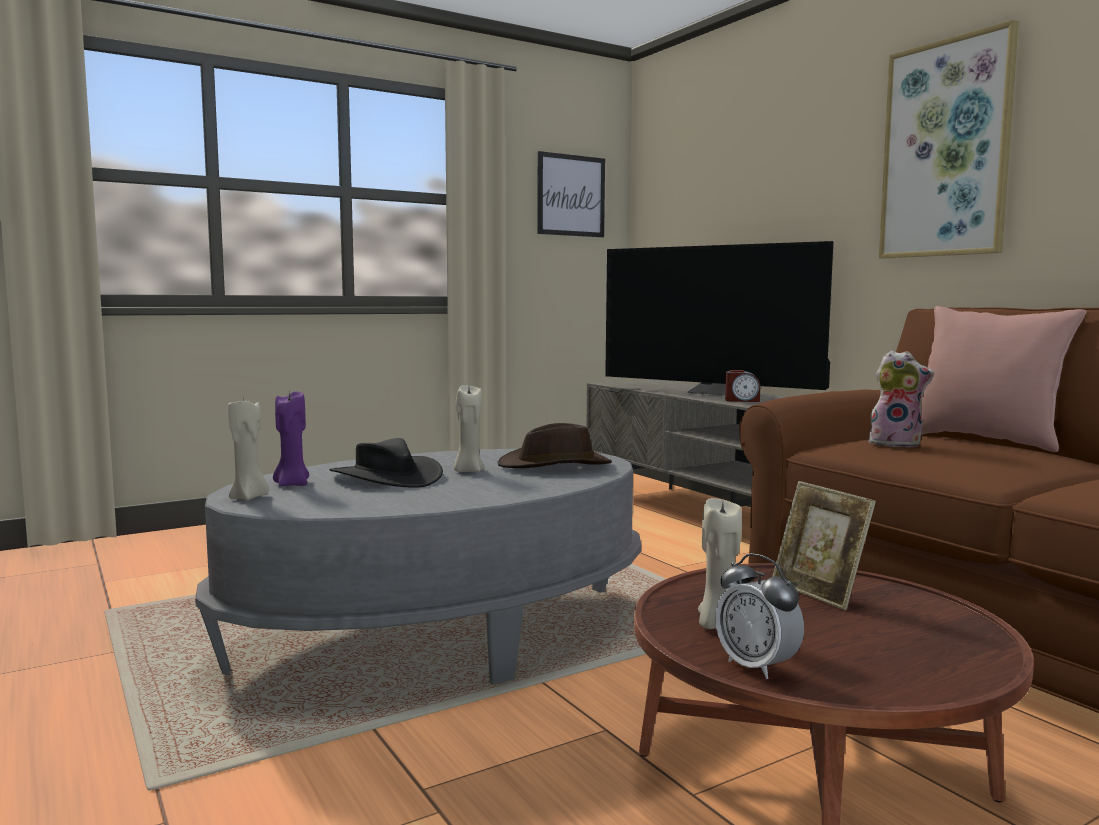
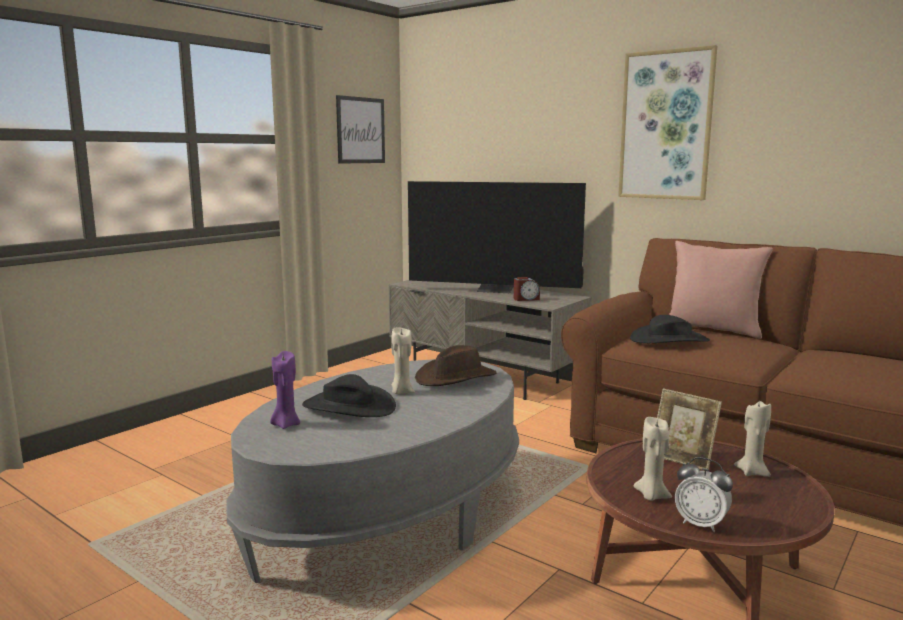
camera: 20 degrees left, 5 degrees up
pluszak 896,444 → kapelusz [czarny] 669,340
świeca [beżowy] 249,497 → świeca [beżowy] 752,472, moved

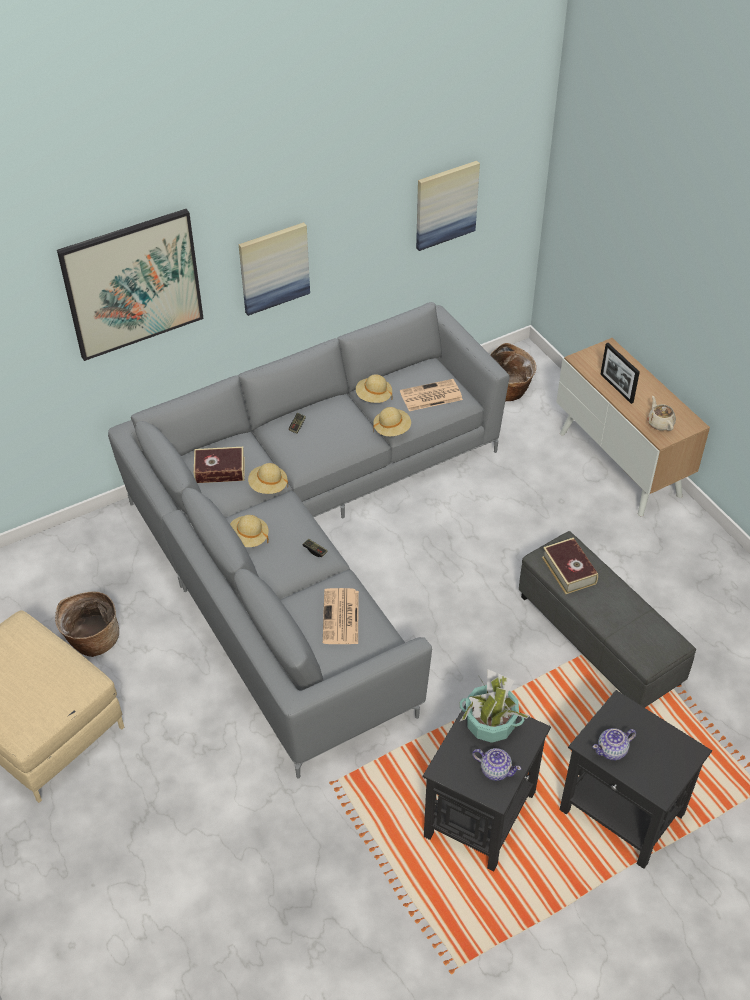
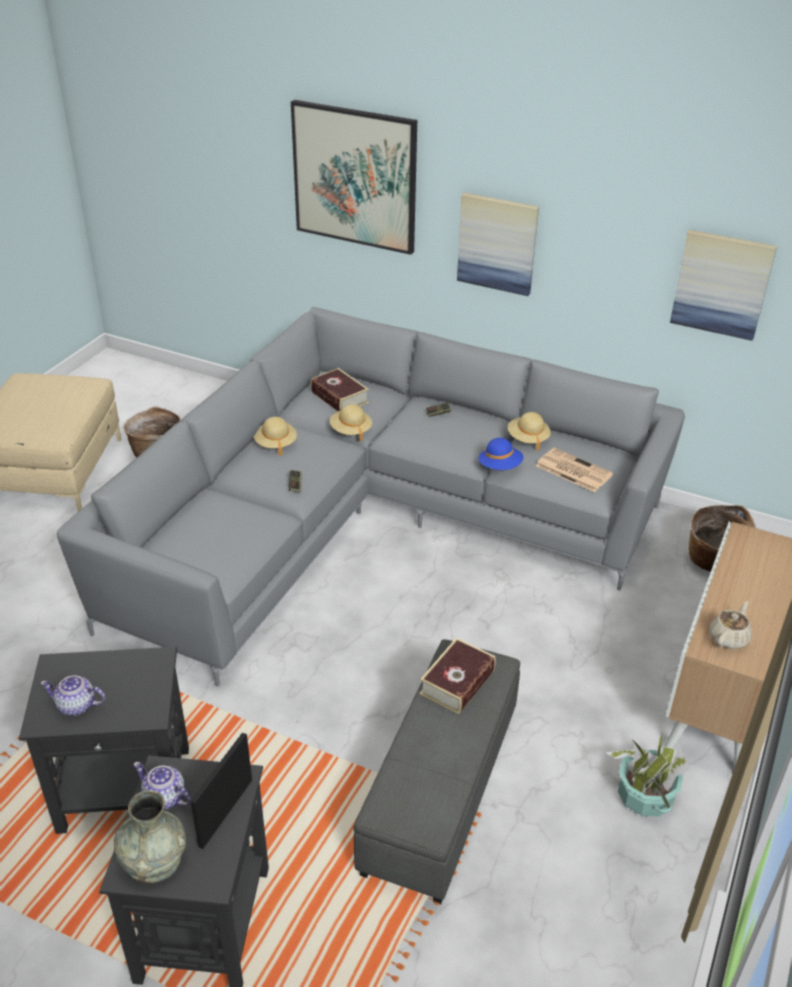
camera: 55 degrees right, 10 degrees down
imbryk 495,770 → imbryk 77,706, 105 degrees clockwise
- → wazon [szary] 153,858
ramka na zdjęcie 616,388 → ramka na zdjęcie 226,812, moved
kapelusz [beżowy] 392,429 → kapelusz [niebieski] 500,467
roślina doniczkowa 490,723 → roślina doniczkowa 645,796, moved
gazeta 341,618 → -

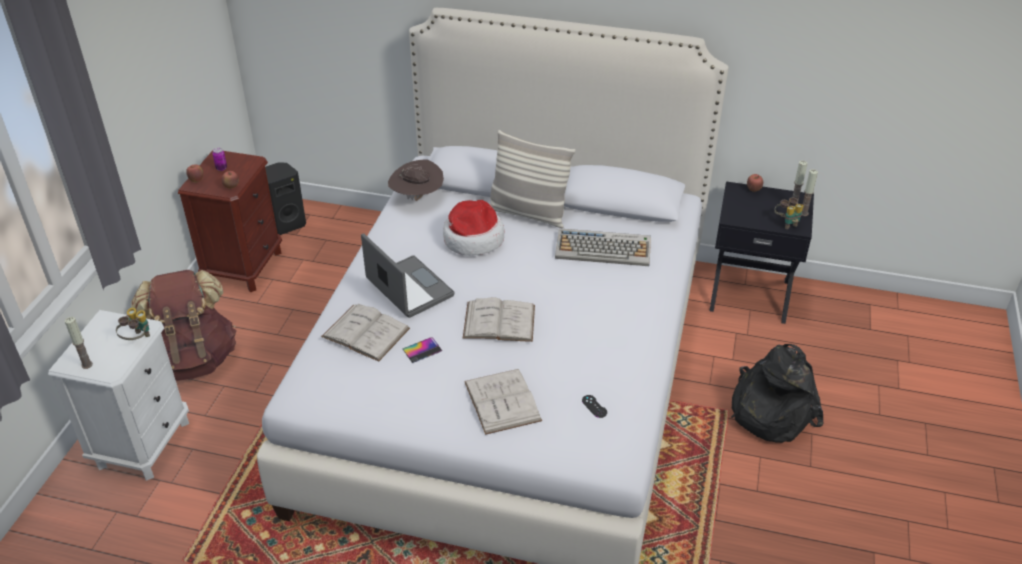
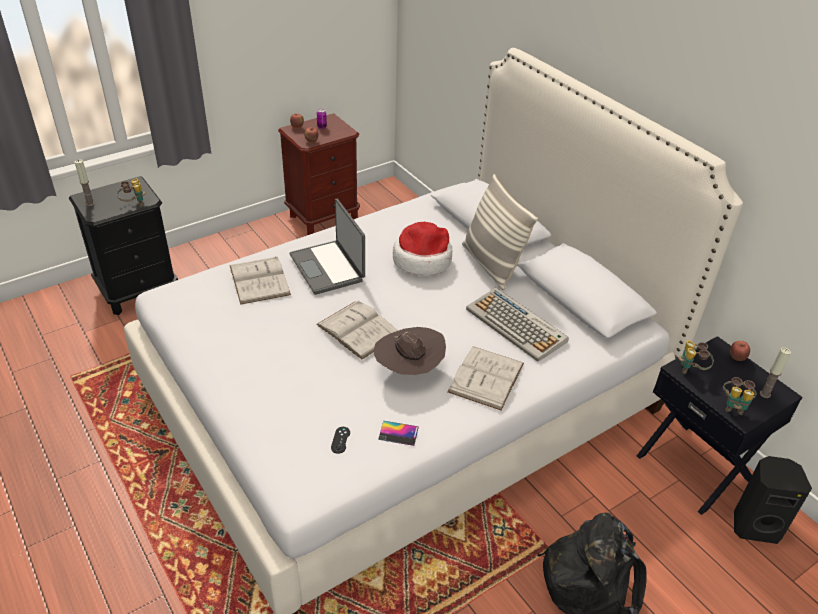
camera: 40 degrees right, 0 degrees up
szafka nocna [biały] 143,443 → szafka nocna [czarny] 139,291
laptop 408,289 → laptop 328,268, 150 degrees clockwise
kapelusz [brązowy] 417,198 → kapelusz [brązowy] 409,370, moved
telefon 422,350 → telefon 398,433, moved
książka [biały] 502,401 → książka [biały] 486,377, moved
- → lornetka 691,369
głośnik [czarny] 286,224 → głośnik [czarny] 755,525, moved
plecak [brązowy] 193,359 → -
świeca 803,213 → -

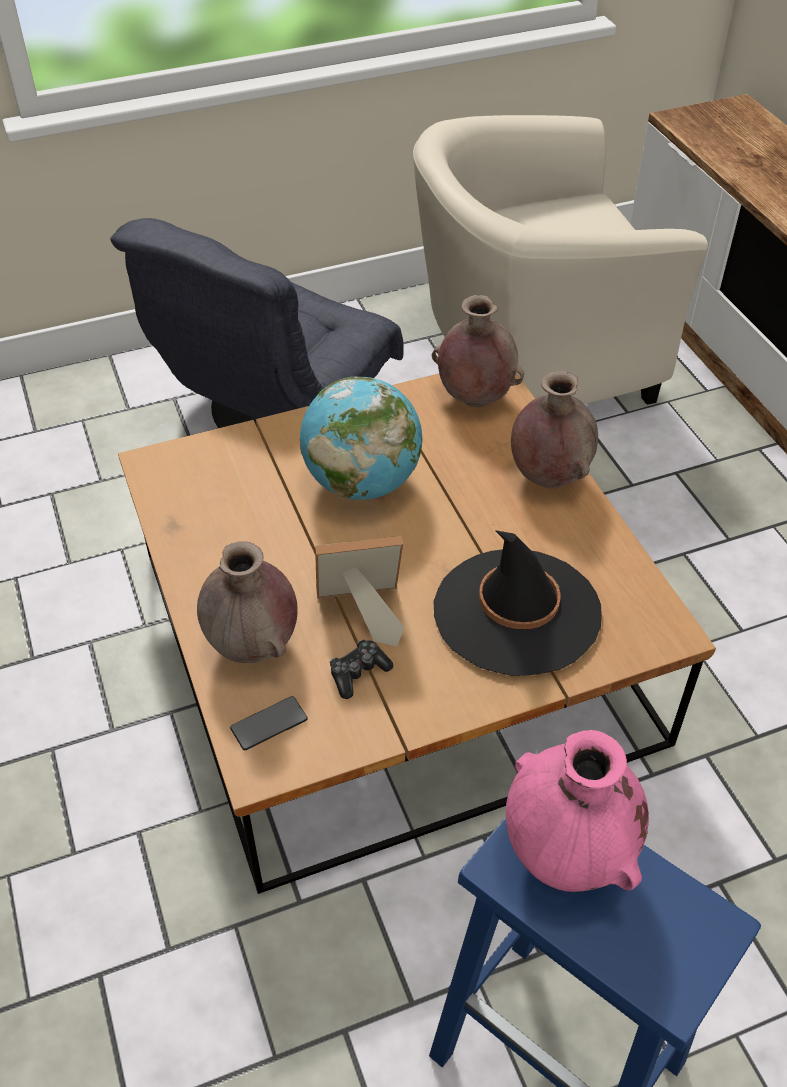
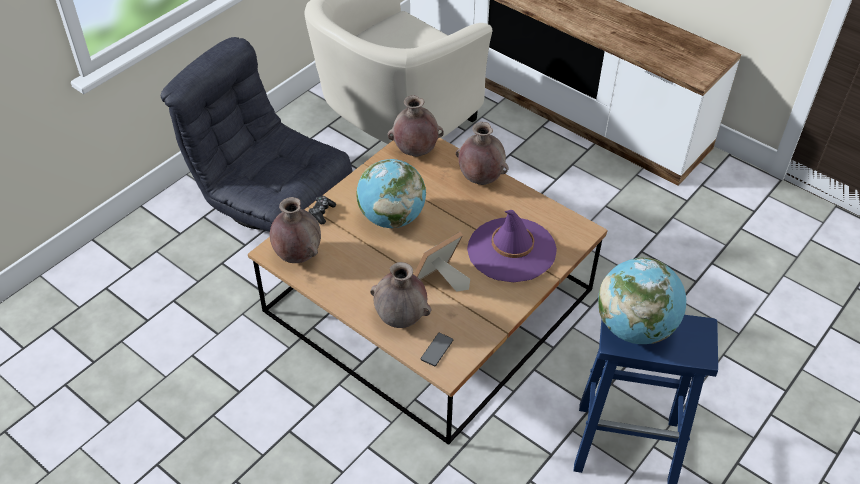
camera: 30 degrees left, 0 degrees up
fotel [szary] 276,407 → fotel [szary] 270,199, 120 degrees clockwise
- → wazon [brązowy] 297,255
pad do gier 358,673 → pad do gier 322,212, moved
kapelusz [czarny] 516,611 → kapelusz [fioletowy] 511,250
wazon [różowy] 567,856 → globus 635,327

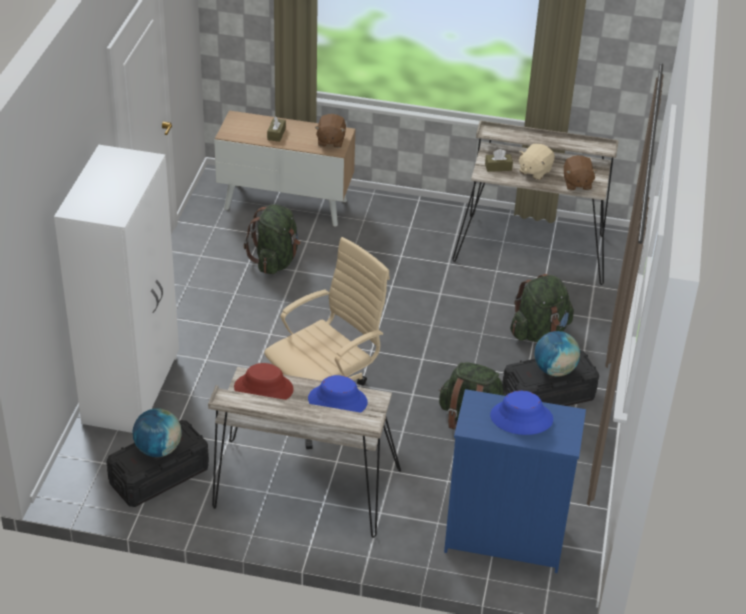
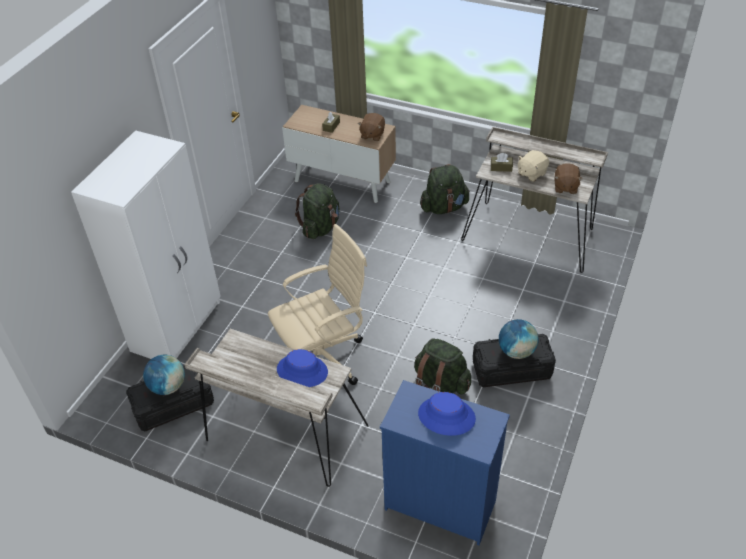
camera: 15 degrees right, 5 degrees up
plecak [zielony] 539,332 → plecak [zielony] 444,207, moved
kapelusz [czerwony] 263,388 → -

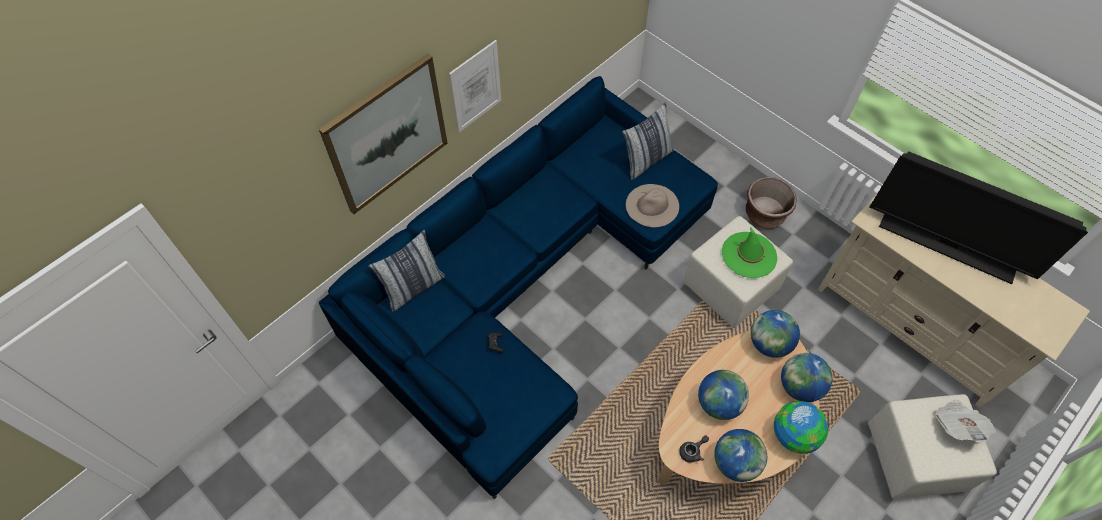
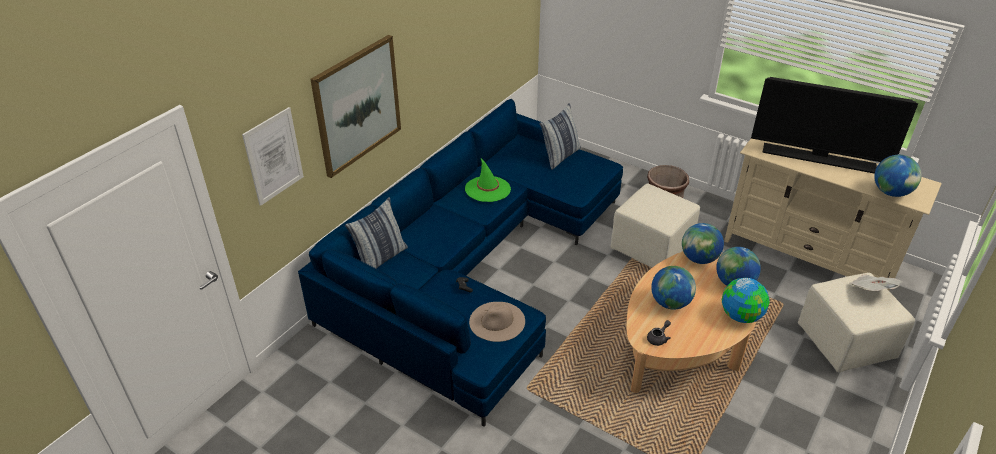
camera: 10 degrees left, 20 degrees down
obraz 476,87 → obraz 273,156, moved
kapelusz [zielony] 749,255 → kapelusz [zielony] 487,189, moved
kapelusz [beżowy] 652,205 → kapelusz [beżowy] 497,321, moved
globus 735,462 → globus 891,192, moved

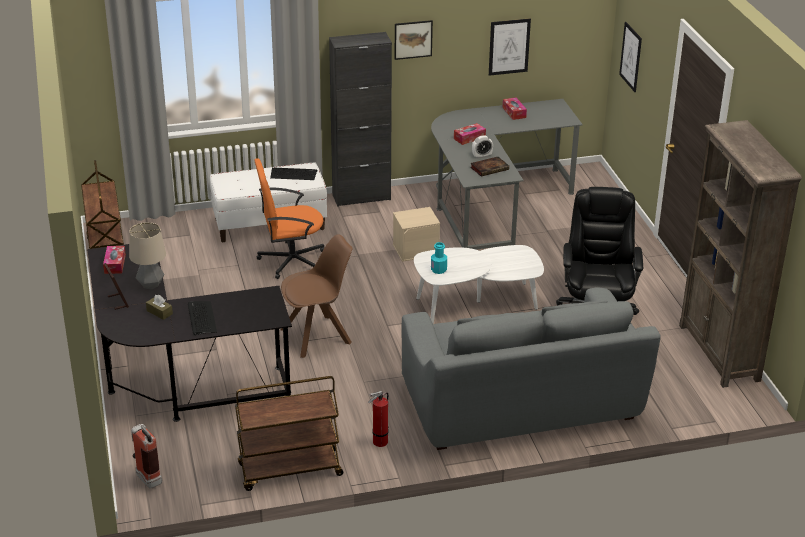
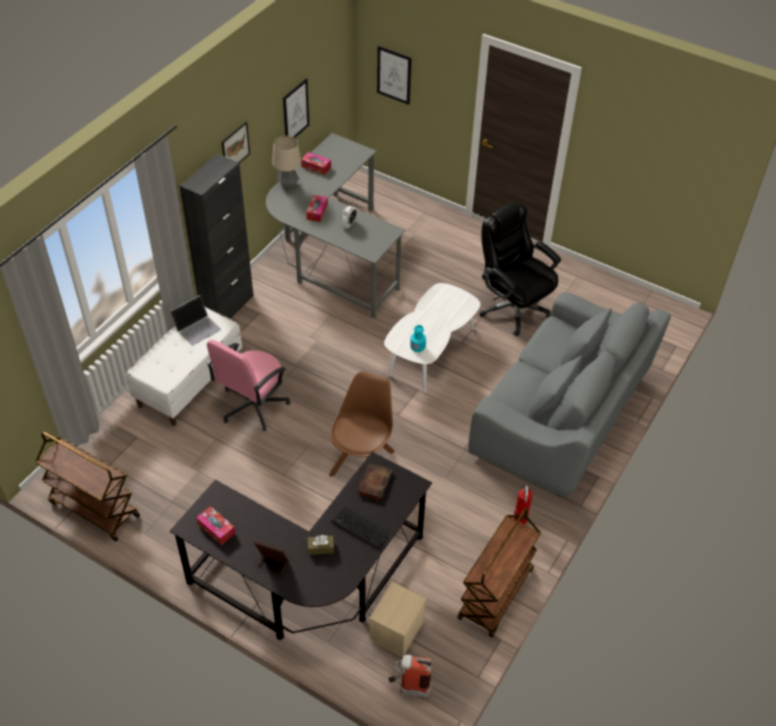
camera: 45 degrees left, 15 degrees up
klawiatura 293,174 → laptop 197,327
krzesło biurowe [pomarańczowy] 291,260 → krzesło biurowe [różowy] 252,405
lampa stołowa 151,285 → lampa stołowa 288,185, moved
książka 490,168 → książka 374,482, moved
pojemnik do przechowywania [beżowy] 416,249 → pojemnik do przechowywania [beżowy] 396,629, moved
regał [brązowy] 719,353 → -

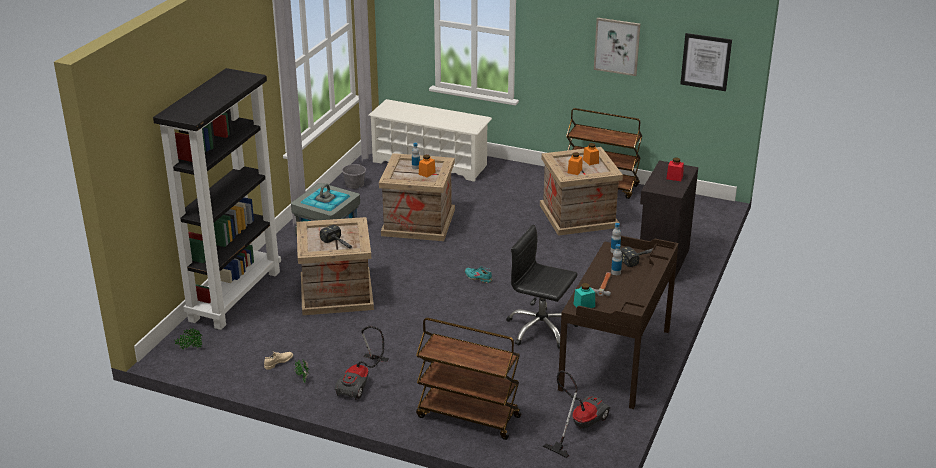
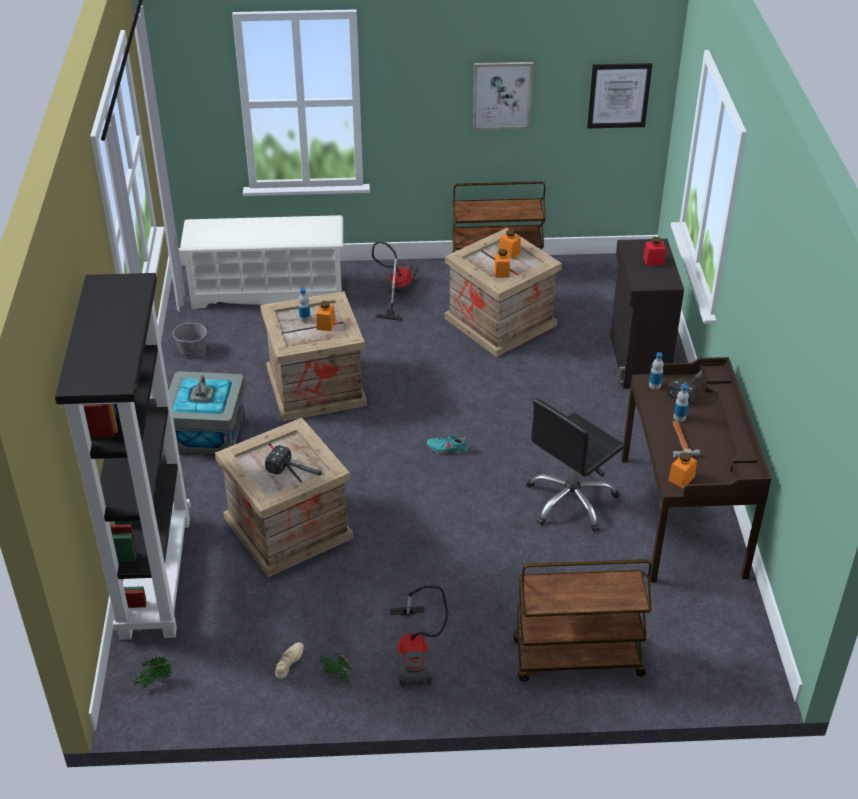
camera: 25 degrees left, 10 degrees up
odkurzacz 579,426 → odkurzacz 397,292, moved
krzesło biurowe [czarny] 541,329 → krzesło biurowe [czarny] 571,501, 45 degrees counterclockwise
słoik [turkusowy] 584,305 → słoik [pomarańczowy] 681,478

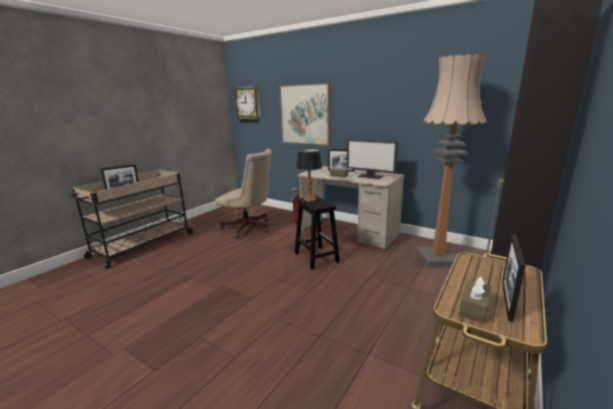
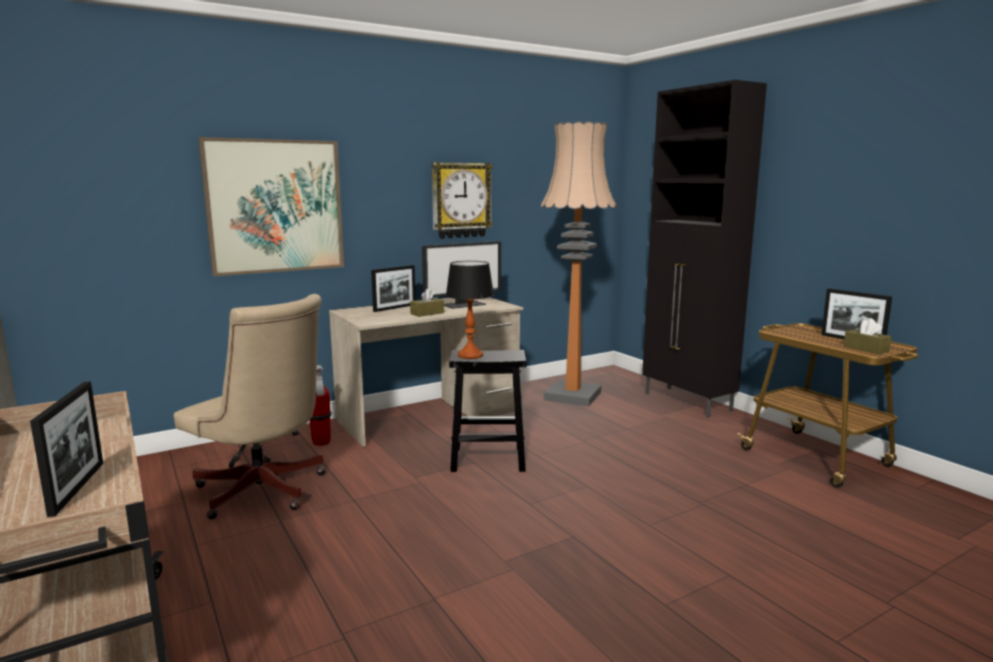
camera: 65 degrees left, 5 degrees down
krzesło biurowe [beżowy] 249,228 → krzesło biurowe [beżowy] 264,493, 75 degrees clockwise
zegar ścienny 248,104 → zegar ścienny 460,200, moved

